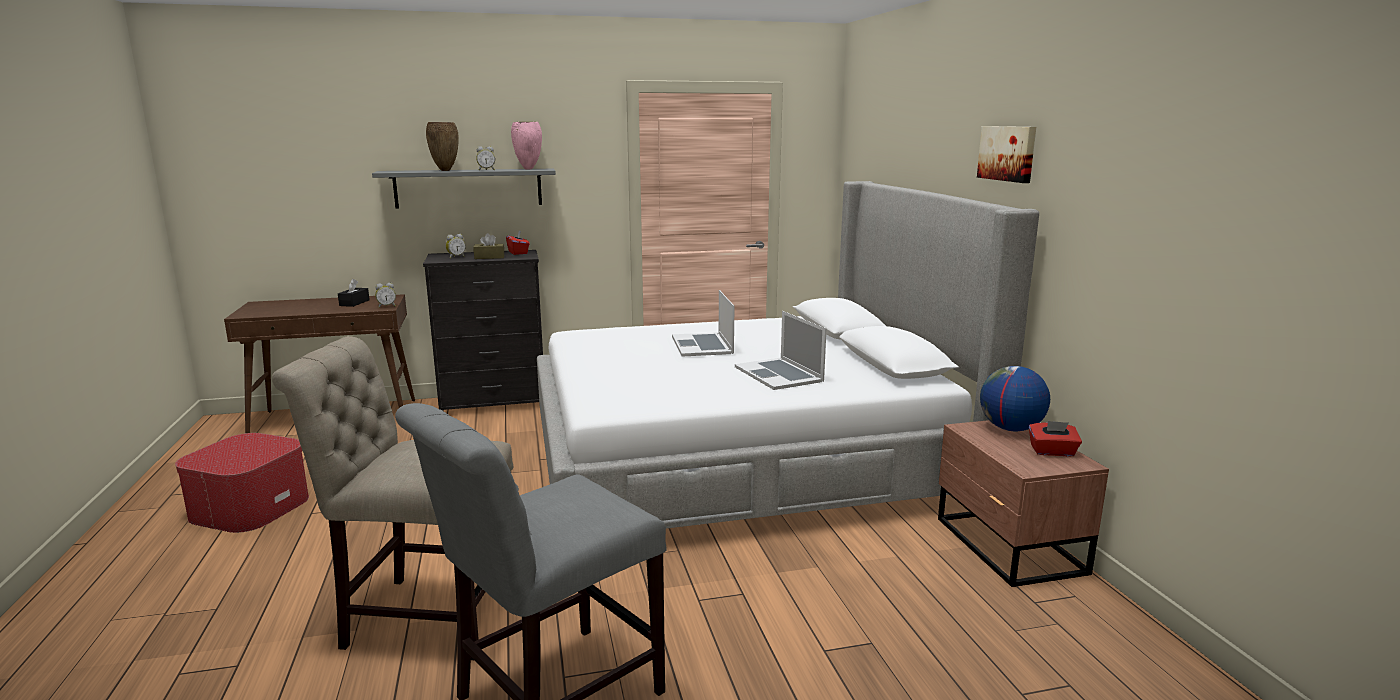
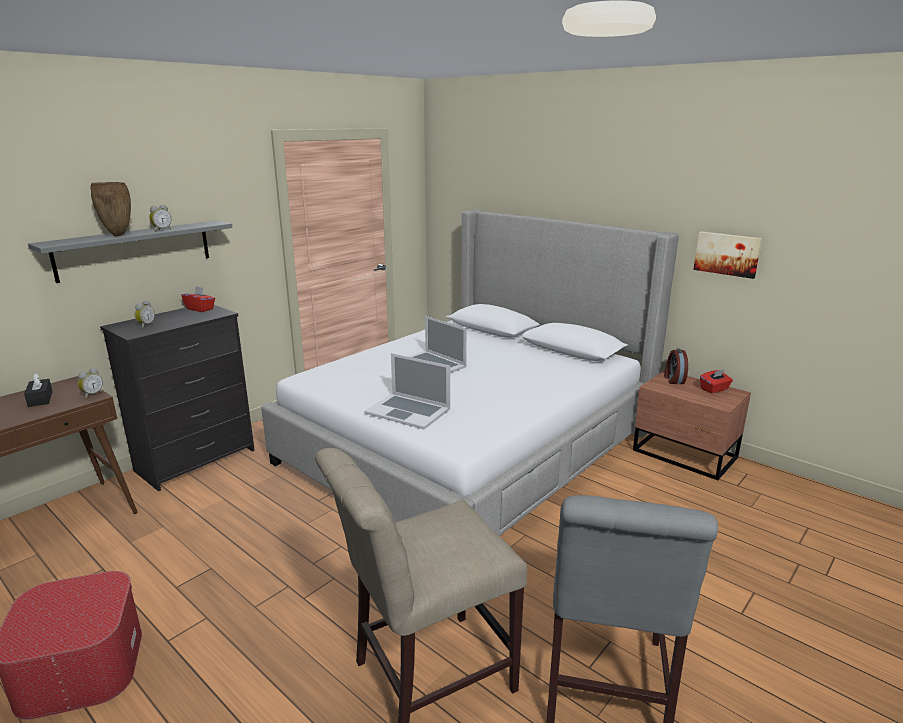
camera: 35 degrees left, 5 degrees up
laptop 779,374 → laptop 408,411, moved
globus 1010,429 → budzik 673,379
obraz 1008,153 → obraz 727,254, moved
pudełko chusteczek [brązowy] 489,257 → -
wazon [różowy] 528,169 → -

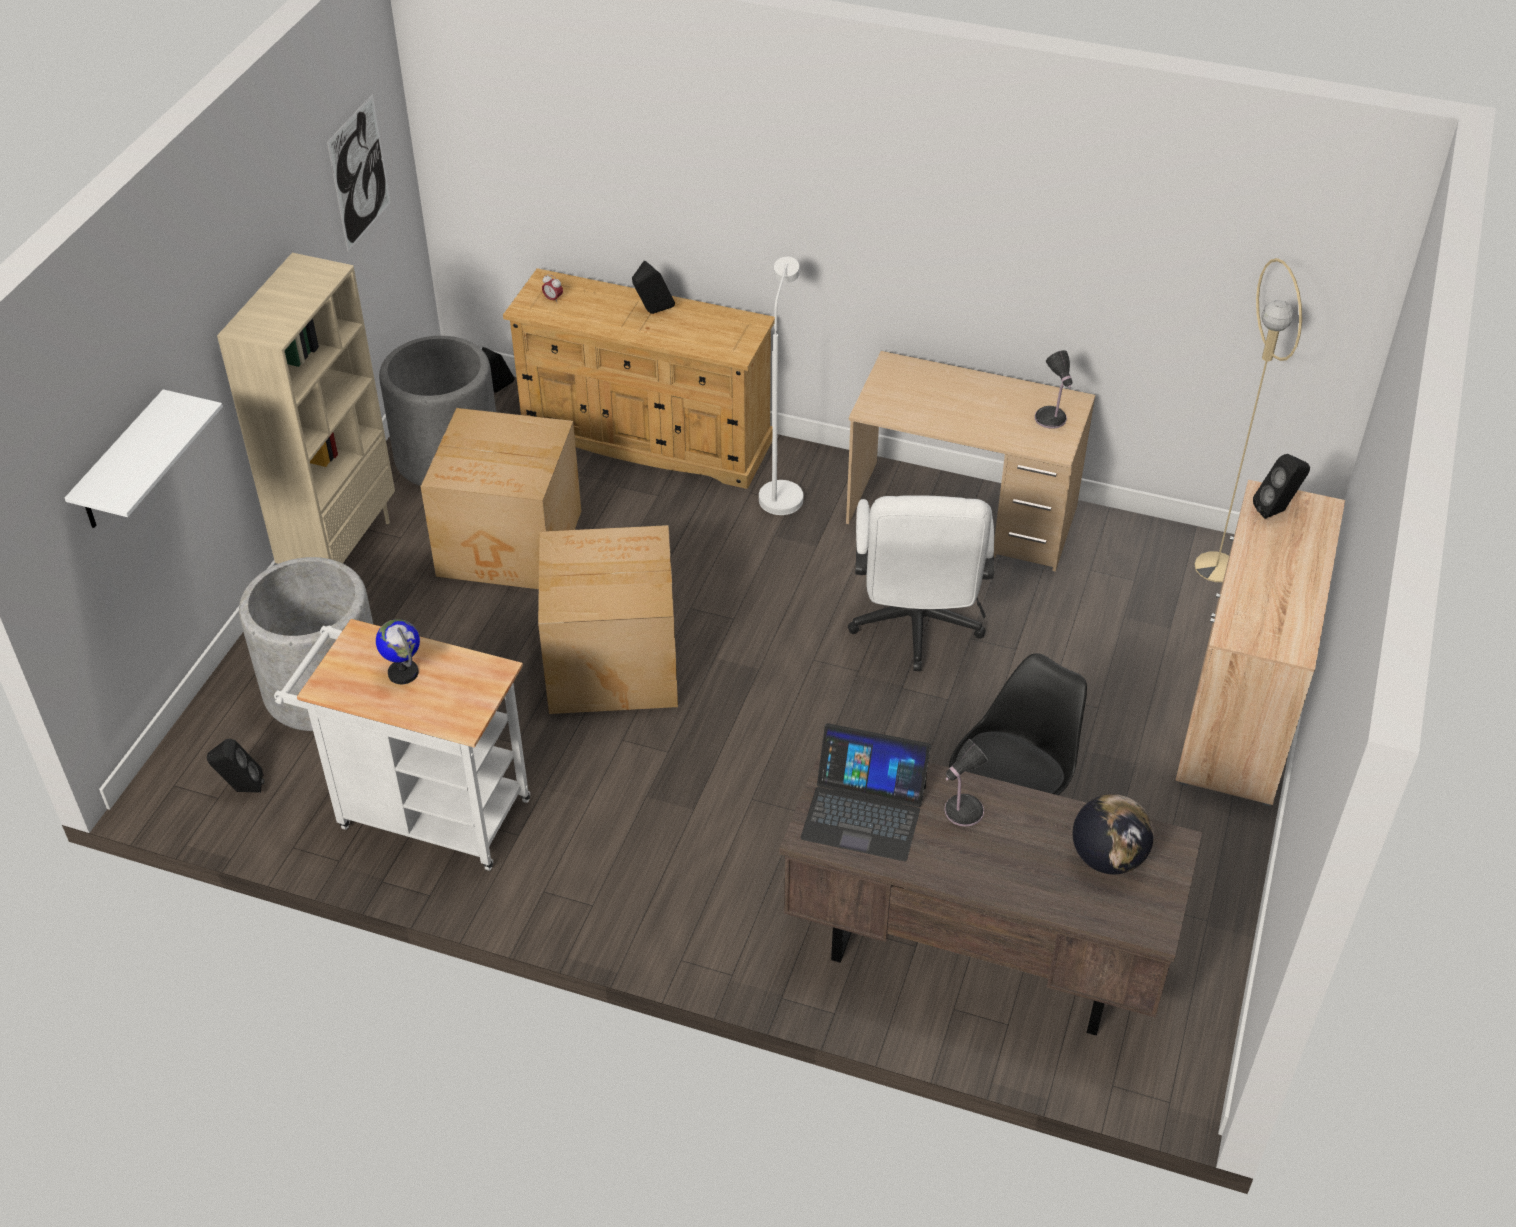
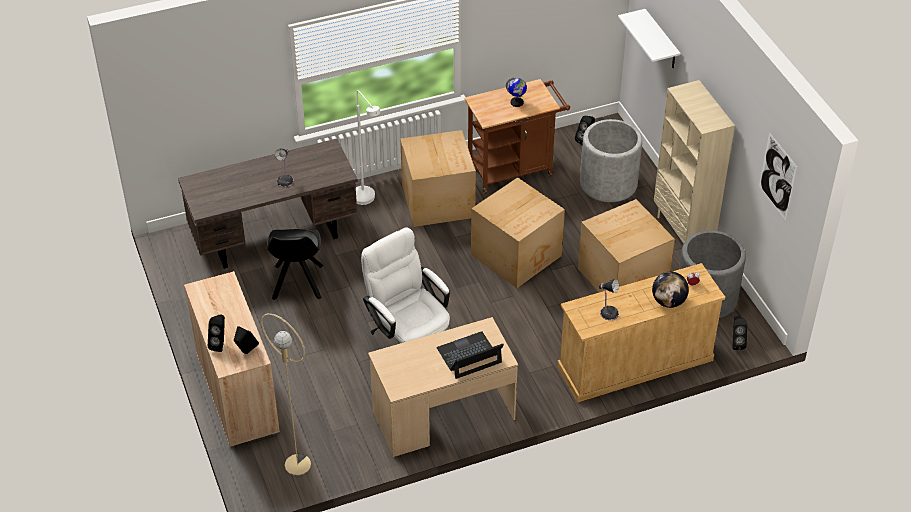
camera: 140 degrees right, 0 degrees up
głośnik [czarny] 653,312 → głośnik [czarny] 220,344, moved
lampa stojąca [biały] 781,491 → lampa stojąca [biały] 367,200, moved
- → karton 438,200
laptop 864,811 → laptop 469,356, moved
wózek [biały] 424,812 → wózek [brązowy] 515,169
lampa stołowa 1051,419 → lampa stołowa 608,313, moved
globus 1107,858 → globus 668,302, moved

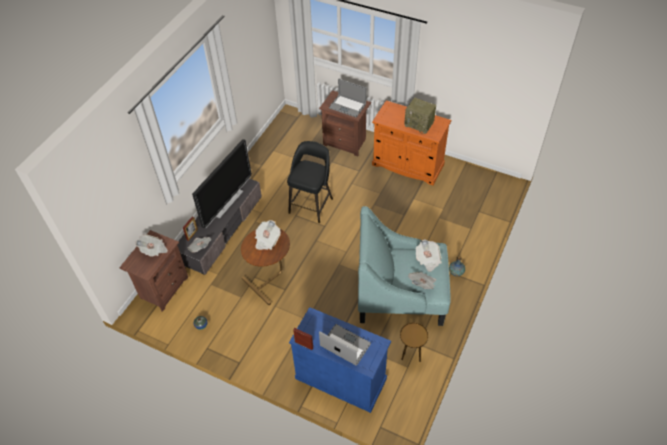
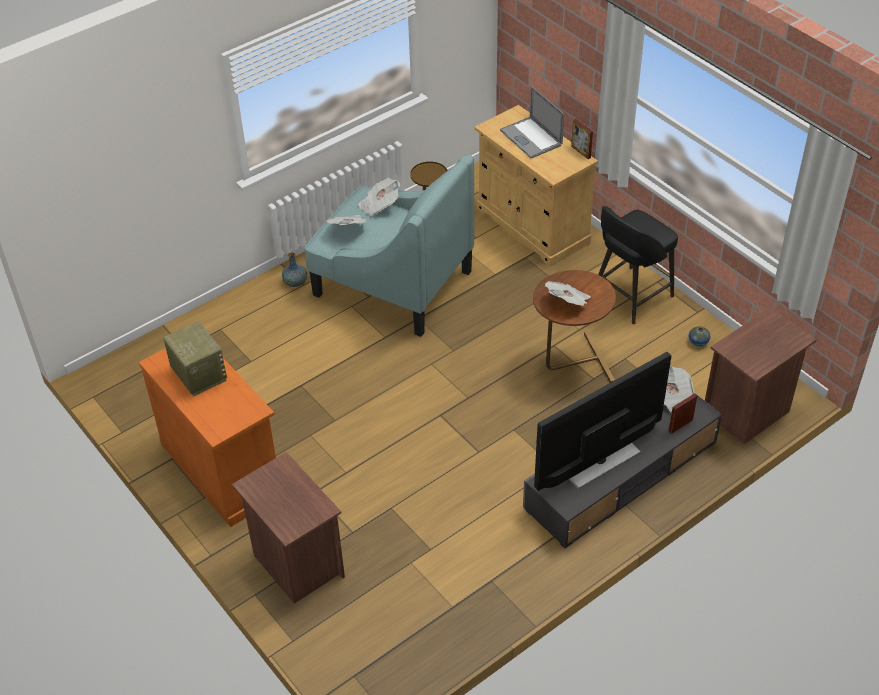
camera: 155 degrees left, 5 degrees down
szafka [niebieski] 341,378 → szafka [beżowy] 532,226
stołek [czarny] 311,205 → stołek [czarny] 630,296, moved
gazeta 153,250 → -
laptop 347,106 → -

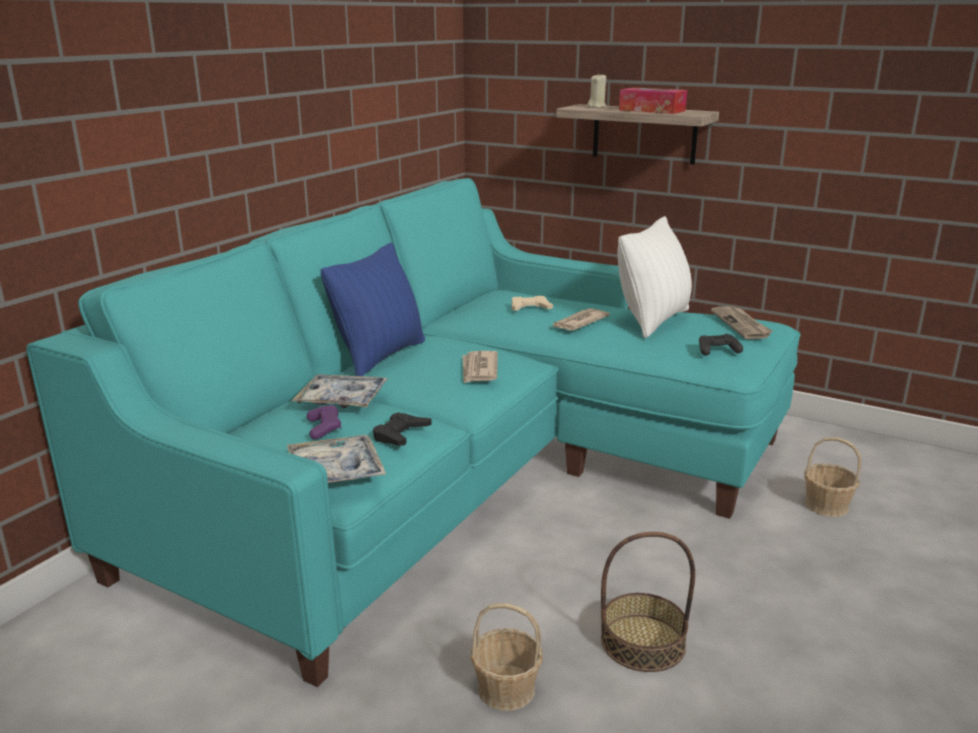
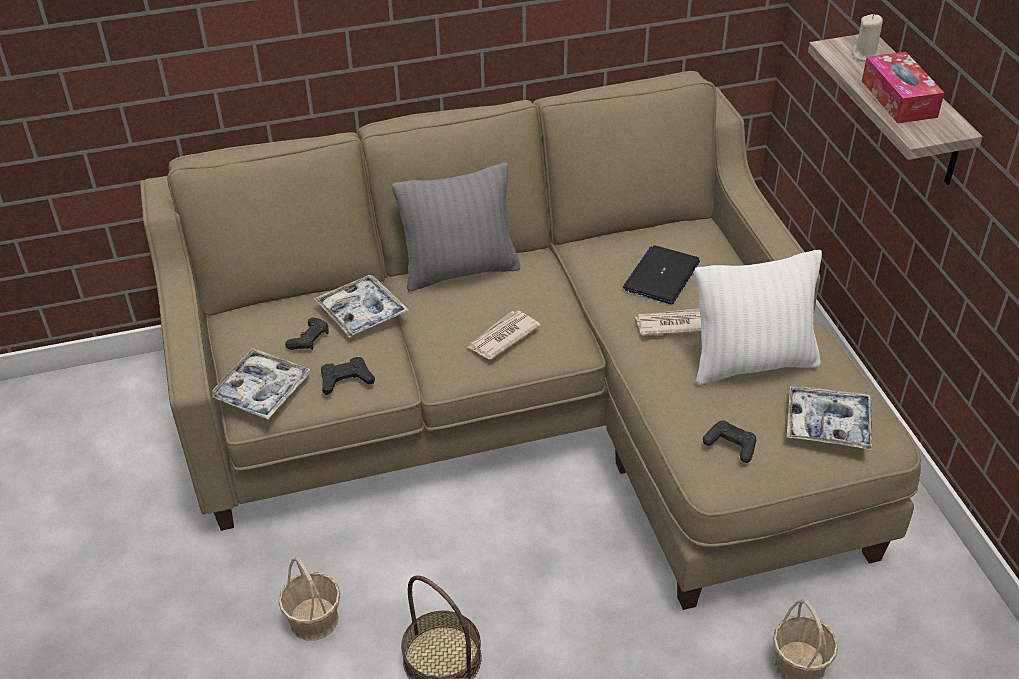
camera: 45 degrees right, 20 degrees up
kanapa [turkusowy] 466,474 → kanapa [beżowy] 533,409
pad do gier [fioletowy] 324,428 → pad do gier [czarny] 309,340
poduszka [niebieski] 380,356 → poduszka [szary] 460,271
pad do gier [beżowy] 530,308 → laptop 661,276
gazeta 742,325 → taca 828,424

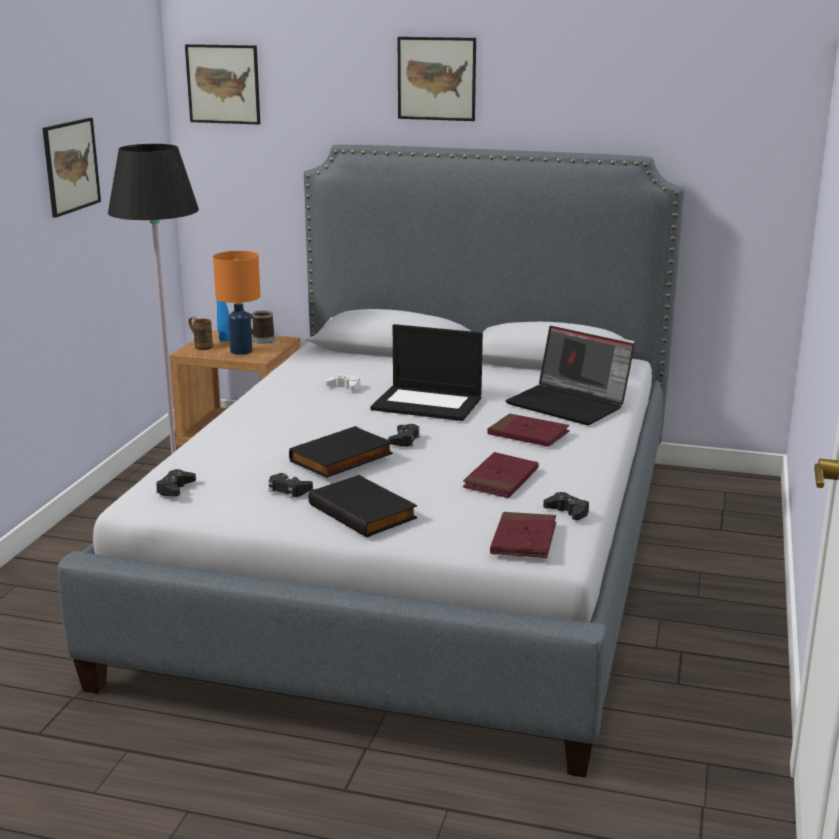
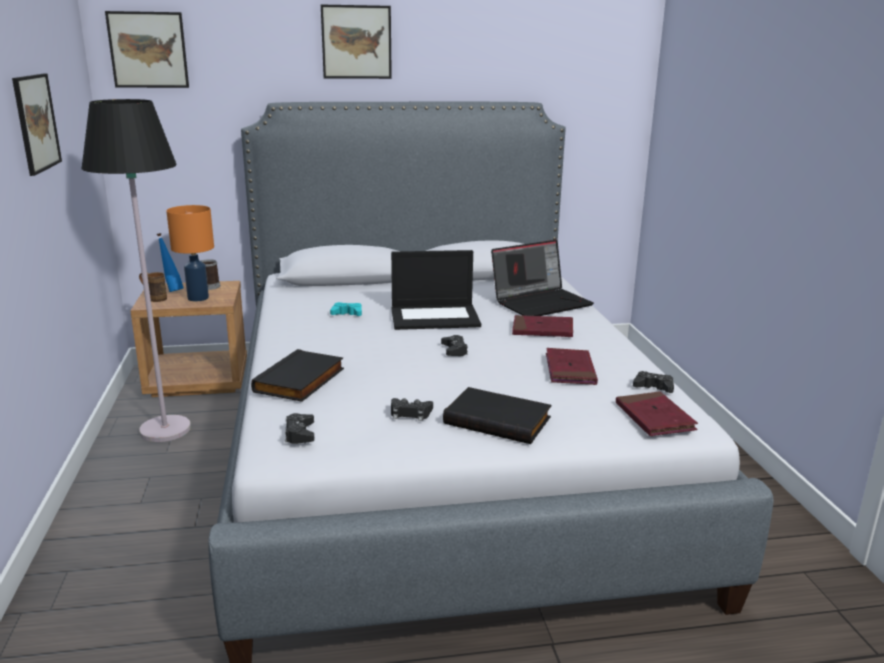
camera: 25 degrees left, 0 degrees up
książka [czarny] 342,458 → książka [czarny] 301,381, moved
pad do gier [biały] 344,387 → pad do gier [turkusowy] 347,314
laptop 569,404 → laptop 541,302, 45 degrees counterclockwise

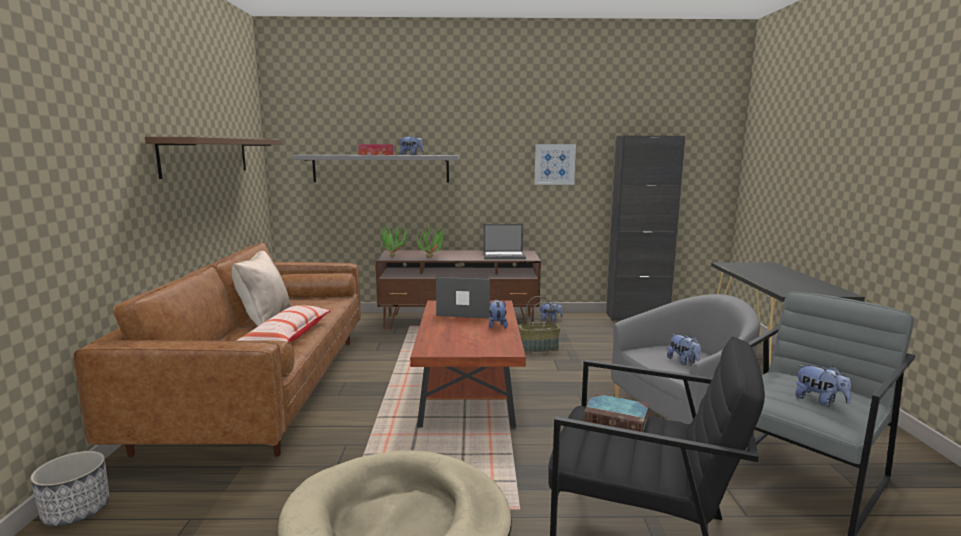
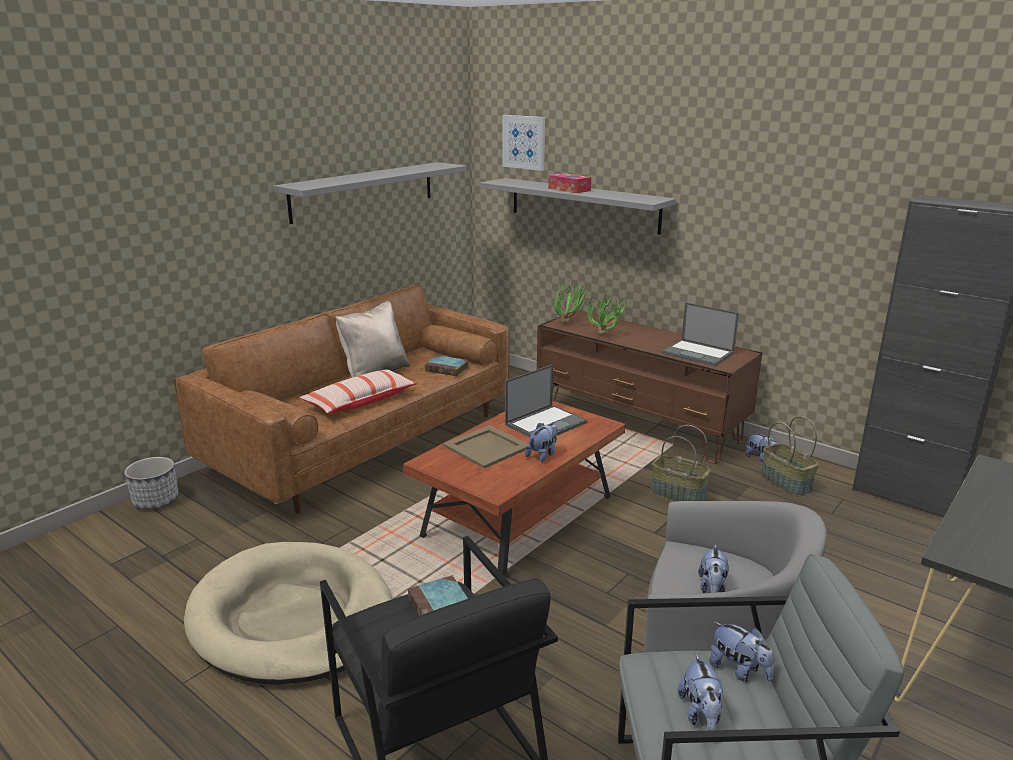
camera: 40 degrees right, 10 degrees up
półka [brązowy] 206,156 → półka [szary] 364,191
- → książka 448,369
- → taca [beżowy] 486,447
obraz 554,164 → obraz 524,142, moved
laptop 465,311 → laptop 546,423, 90 degrees clockwise
pluszak 411,155 → pluszak 739,670, moved
- → koszyk 787,483

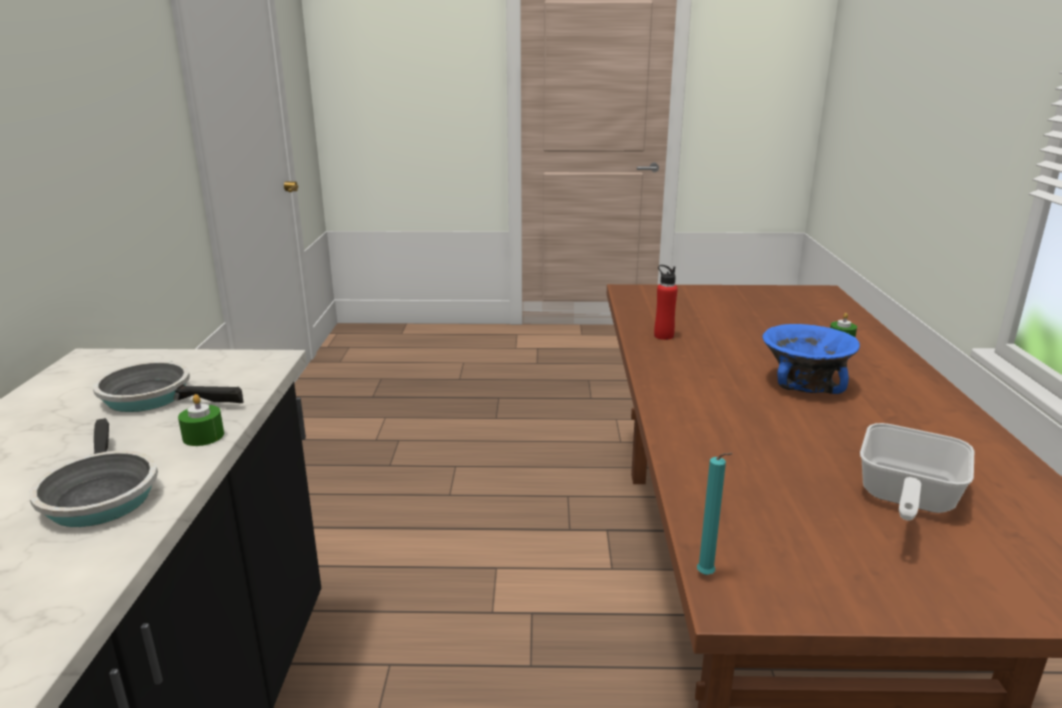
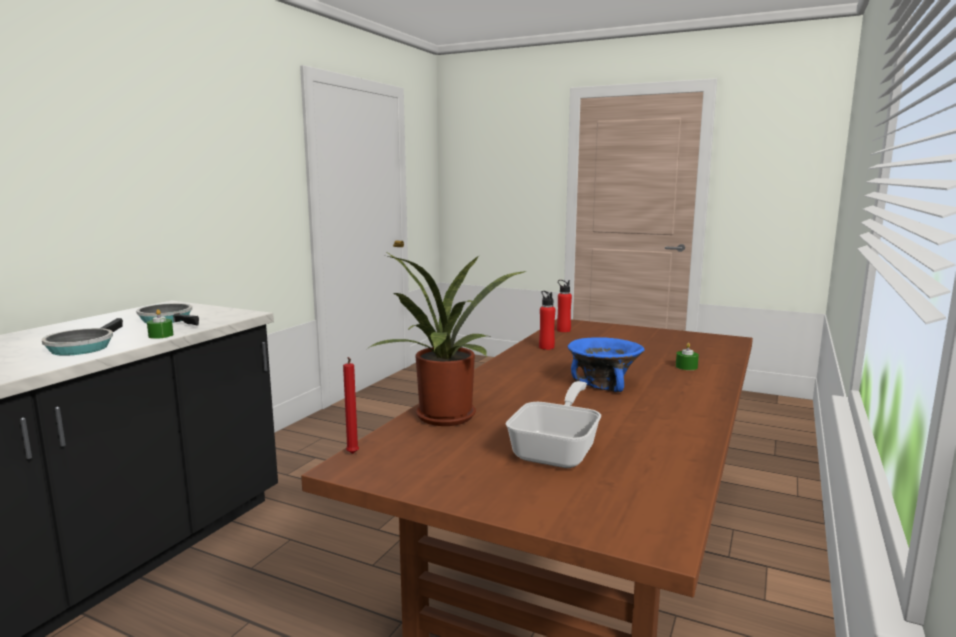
camera: 25 degrees right, 10 degrees down
świeca [turkusowy] 707,576 → świeca [czerwony] 352,454
- → roślina doniczkowa 447,419
patelnia 904,499 → patelnia 558,450, 150 degrees clockwise
- → butelka [czerwony] 563,330

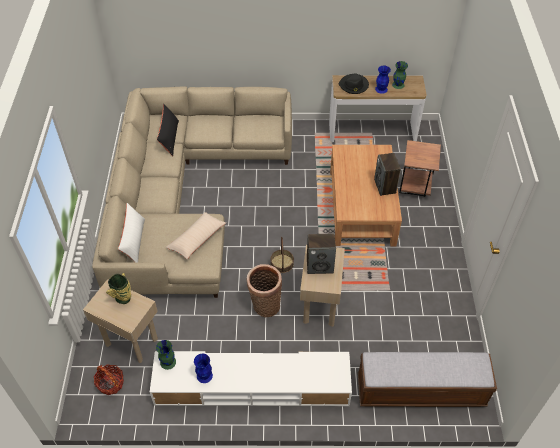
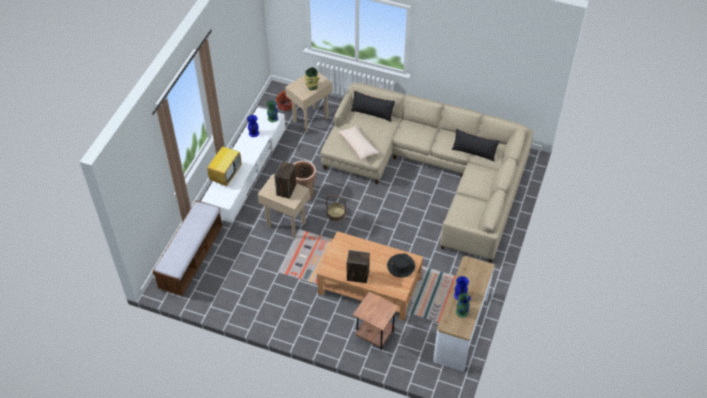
camera: 110 degrees right, 0 degrees up
- → telewizor 226,175
poduszka [biały] 134,241 → poduszka [czarny] 372,113
kapelusz [czarny] 354,85 → kapelusz [czarny] 400,266, moved

